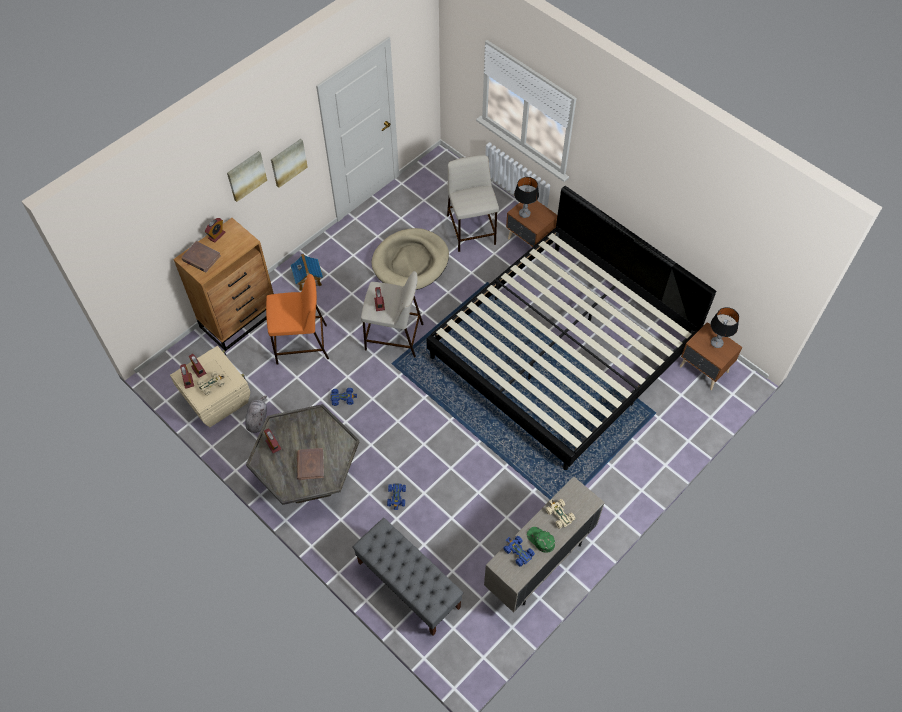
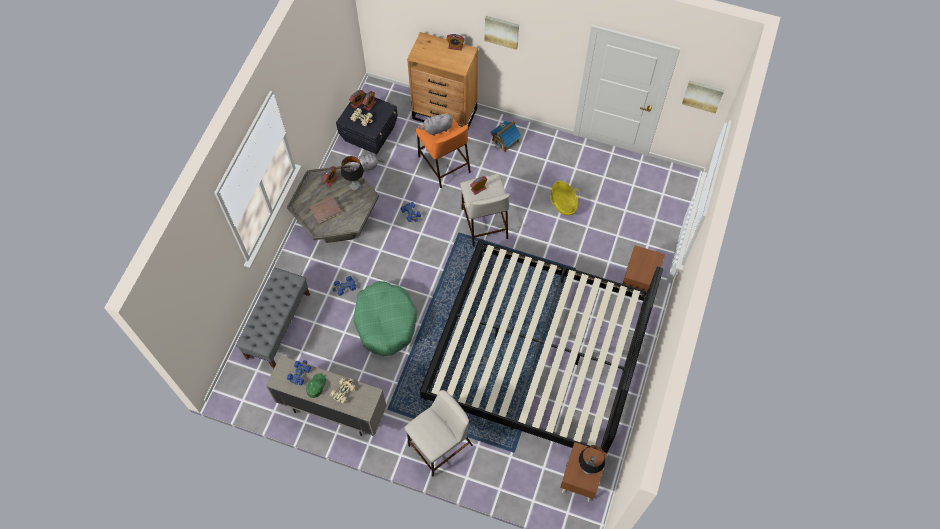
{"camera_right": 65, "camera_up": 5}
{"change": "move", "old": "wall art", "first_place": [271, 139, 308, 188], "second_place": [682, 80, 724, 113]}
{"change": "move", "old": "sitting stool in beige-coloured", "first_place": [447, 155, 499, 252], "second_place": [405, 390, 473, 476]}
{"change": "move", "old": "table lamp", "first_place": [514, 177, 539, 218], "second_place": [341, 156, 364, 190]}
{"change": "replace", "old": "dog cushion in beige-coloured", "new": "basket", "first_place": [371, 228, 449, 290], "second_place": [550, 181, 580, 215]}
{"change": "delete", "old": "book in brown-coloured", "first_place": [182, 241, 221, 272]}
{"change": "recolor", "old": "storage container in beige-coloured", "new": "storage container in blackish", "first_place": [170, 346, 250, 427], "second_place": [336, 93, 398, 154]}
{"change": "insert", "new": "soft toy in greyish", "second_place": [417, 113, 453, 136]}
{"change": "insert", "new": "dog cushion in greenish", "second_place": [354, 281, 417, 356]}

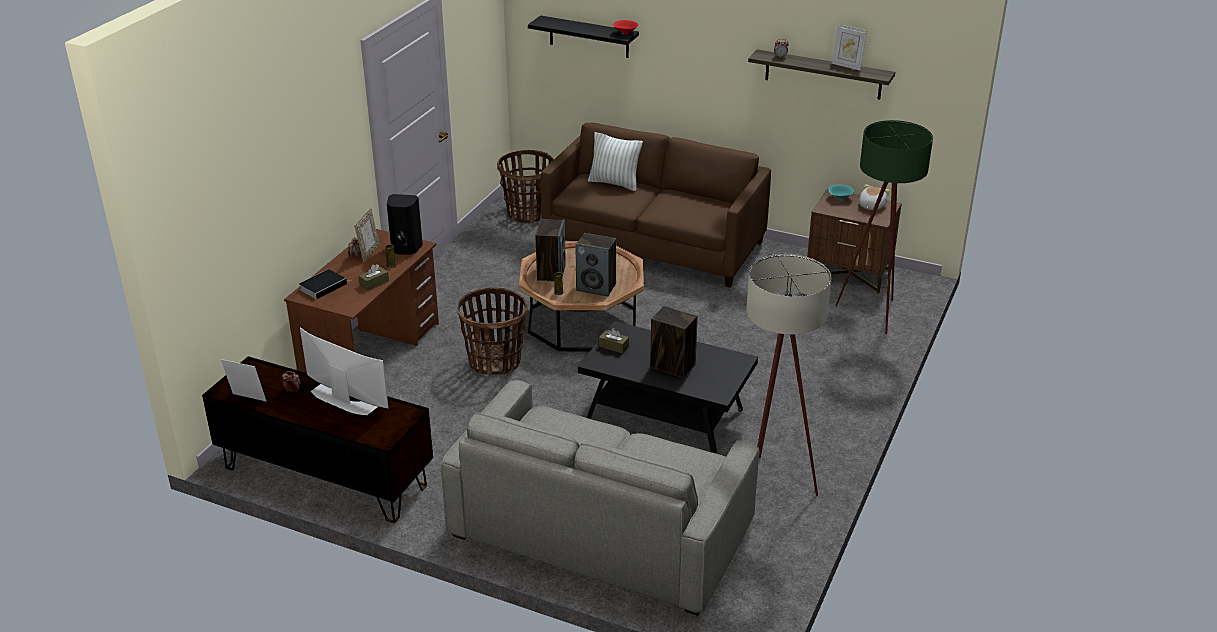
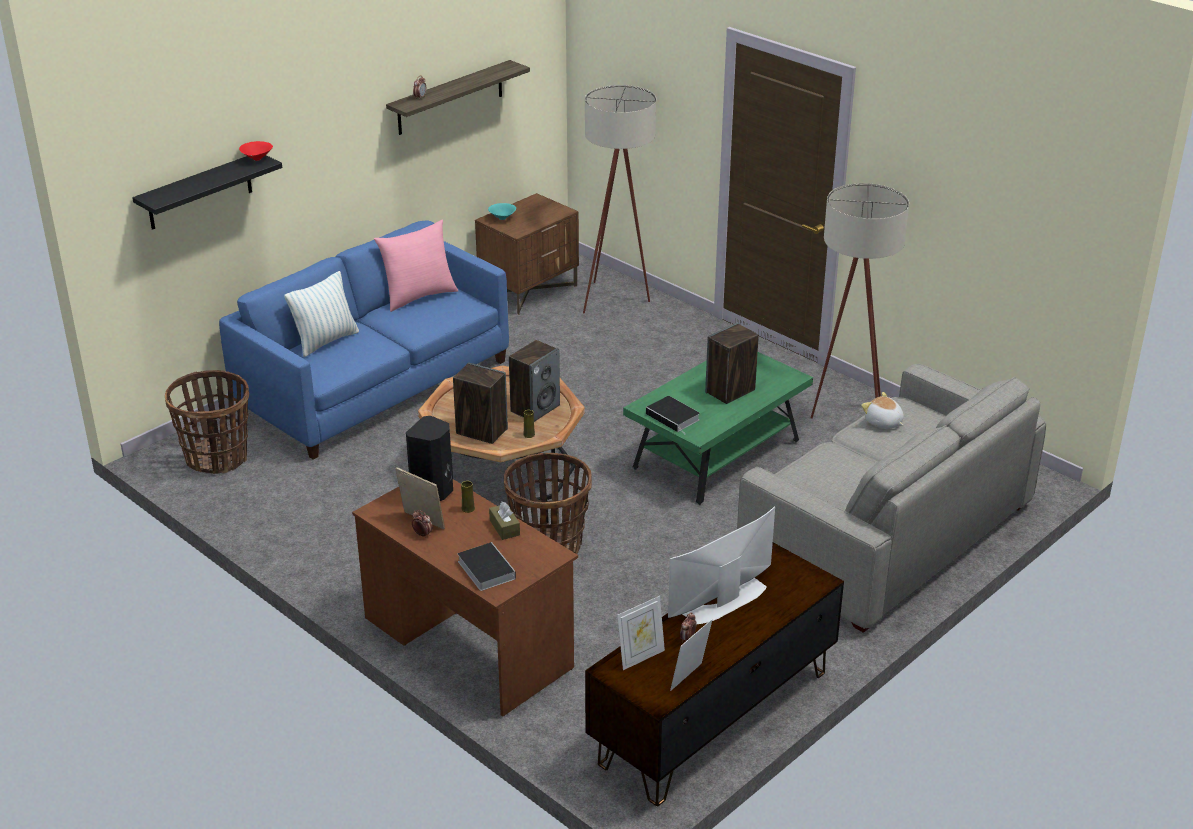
{"camera_right": -70, "camera_up": 0}
{"change": "move", "old": "photo frame", "first_place": [832, 24, 867, 70], "second_place": [617, 596, 665, 670]}
{"change": "recolor", "old": "standing lamp in greenish", "new": "standing lamp in beige-coloured", "first_place": [835, 120, 933, 334], "second_place": [583, 85, 656, 314]}
{"change": "recolor", "old": "sofa in brown-coloured", "new": "sofa in blue", "first_place": [541, 123, 771, 288], "second_place": [219, 220, 509, 460]}
{"change": "move", "old": "soft toy", "first_place": [859, 184, 890, 210], "second_place": [861, 392, 904, 429]}
{"change": "recolor", "old": "lounge table in blackish", "new": "lounge table in greenish", "first_place": [578, 321, 758, 454], "second_place": [623, 352, 813, 505]}
{"change": "replace", "old": "box of tissues in brown-coloured", "new": "book", "first_place": [599, 328, 629, 354], "second_place": [646, 396, 700, 434]}
{"change": "insert", "new": "cushion in pink", "second_place": [374, 220, 458, 312]}

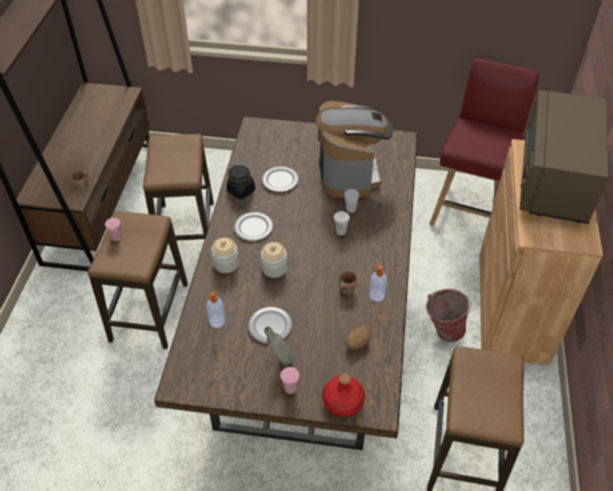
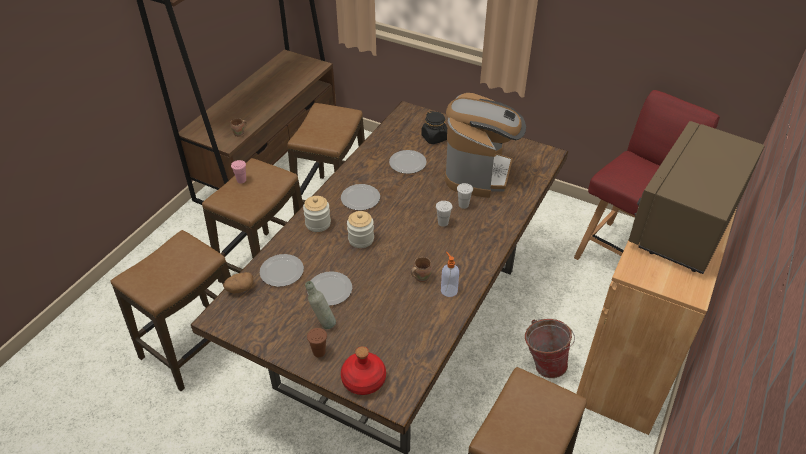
{"camera_right": 20, "camera_up": -5}
{"change": "move", "old": "storage jar in blackish", "first_place": [227, 165, 255, 199], "second_place": [421, 111, 447, 144]}
{"change": "replace", "old": "soap bottle", "new": "flat dish", "first_place": [206, 292, 226, 328], "second_place": [260, 254, 304, 287]}
{"change": "move", "old": "potato", "first_place": [345, 325, 371, 350], "second_place": [223, 272, 253, 293]}
{"change": "recolor", "old": "cup in pink", "new": "cup in brown-coloured", "first_place": [281, 367, 300, 394], "second_place": [307, 328, 327, 357]}
{"change": "insert", "new": "sitting stool", "second_place": [110, 230, 231, 391]}

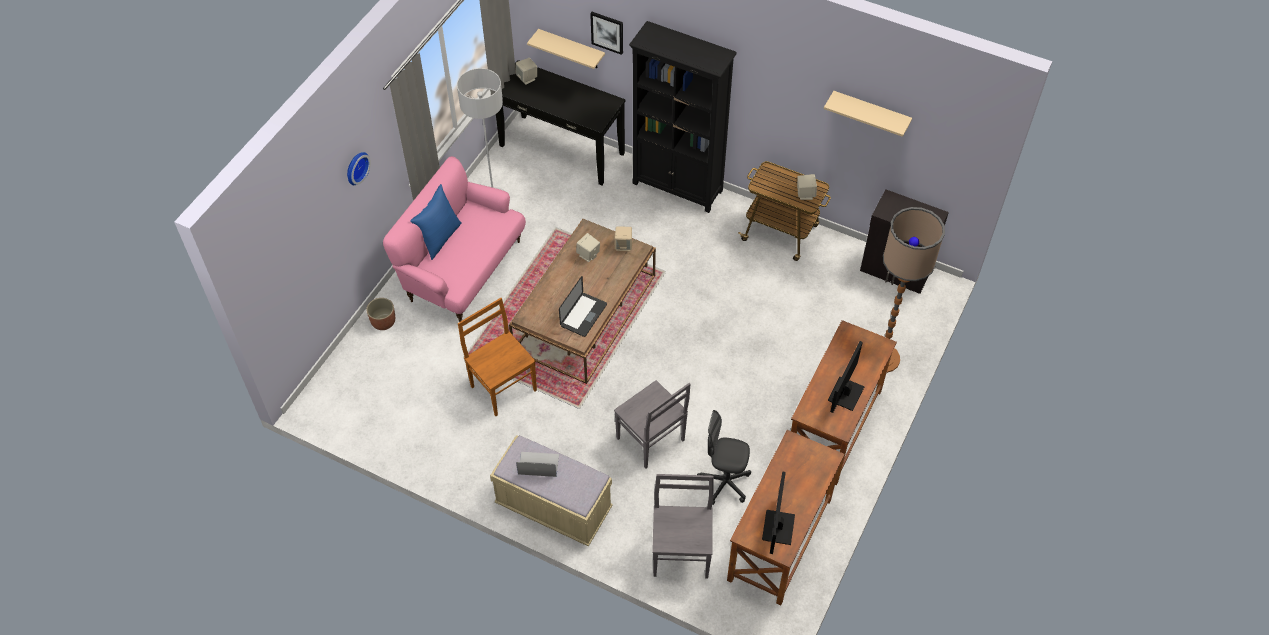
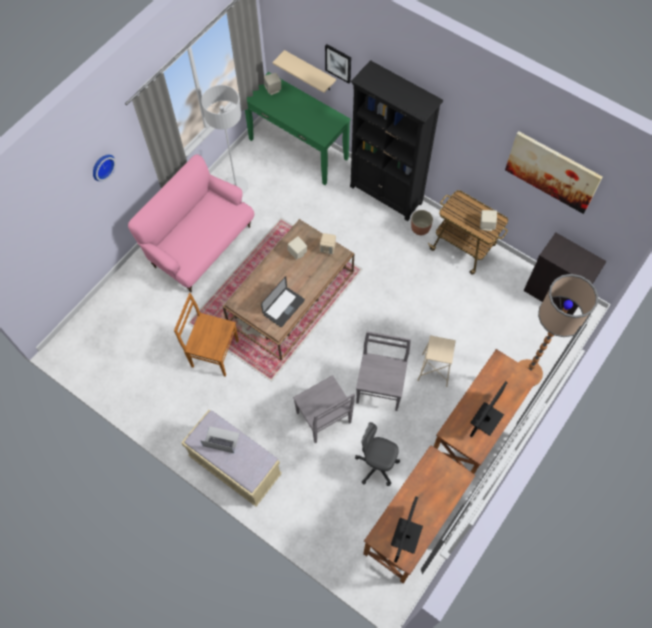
{"camera_right": 10, "camera_up": 10}
{"change": "recolor", "old": "hall table in blackish", "new": "hall table in greenish", "first_place": [496, 60, 625, 185], "second_place": [245, 72, 351, 185]}
{"change": "replace", "old": "bracket shelf in beige-coloured", "new": "wall art", "first_place": [824, 91, 912, 137], "second_place": [505, 131, 603, 214]}
{"change": "delete", "old": "cushion in blue", "first_place": [410, 184, 462, 260]}
{"change": "move", "old": "planter", "first_place": [367, 298, 395, 330], "second_place": [411, 210, 433, 235]}
{"change": "rotate", "old": "plain chair in brown-coloured", "first_place": [458, 298, 537, 416], "second_place": [174, 293, 239, 377], "degrees": -45}
{"change": "move", "old": "plain chair in greyish", "first_place": [652, 474, 714, 579], "second_place": [356, 331, 411, 411]}
{"change": "insert", "new": "sitting stool in beige-coloured", "second_place": [417, 335, 456, 387]}

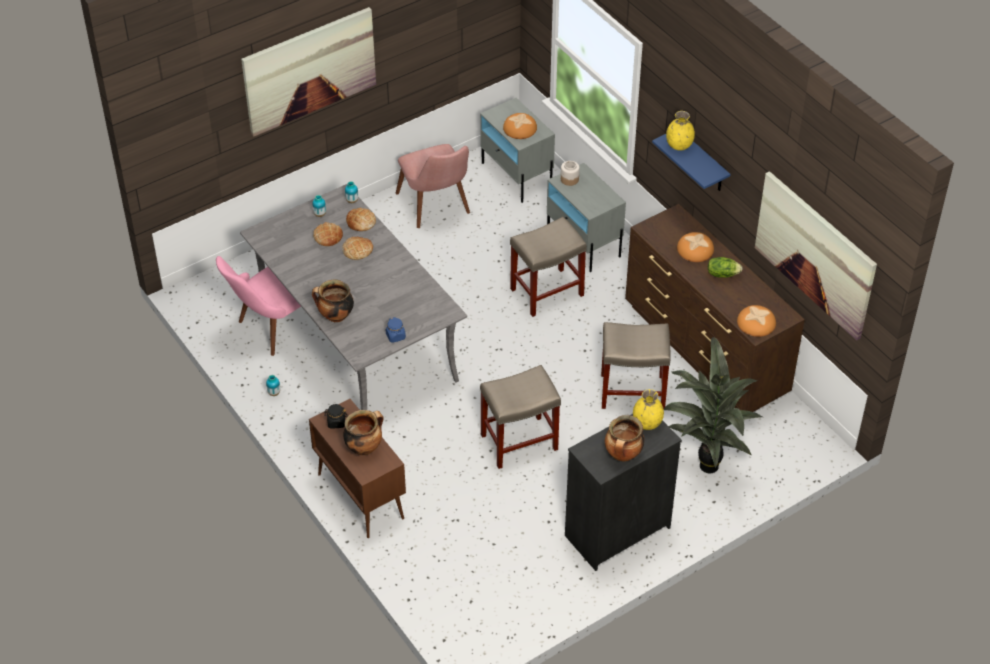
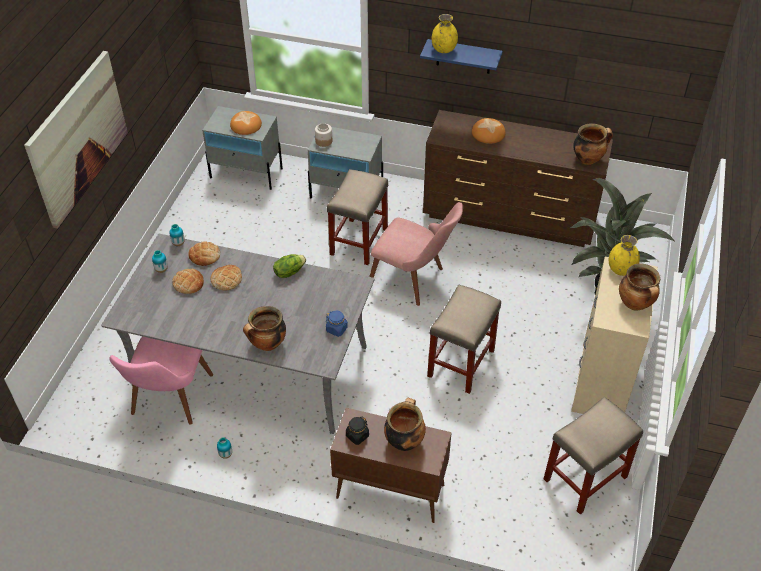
{"camera_right": -40, "camera_up": 0}
{"change": "move", "old": "plain chair in pink", "first_place": [396, 144, 470, 228], "second_place": [369, 202, 463, 306]}
{"change": "delete", "old": "wall art", "first_place": [755, 171, 877, 340]}
{"change": "move", "old": "lettuce", "first_place": [708, 257, 743, 278], "second_place": [273, 254, 306, 278]}
{"change": "replace", "old": "bread", "new": "stockpot", "first_place": [737, 305, 776, 337], "second_place": [573, 123, 613, 165]}
{"change": "move", "old": "sitting stool in beige-coloured", "first_place": [601, 322, 670, 409], "second_place": [544, 397, 643, 515]}
{"change": "recolor", "old": "drawer chest in blackish", "new": "drawer chest in beige-coloured", "first_place": [565, 414, 682, 571], "second_place": [571, 257, 658, 414]}

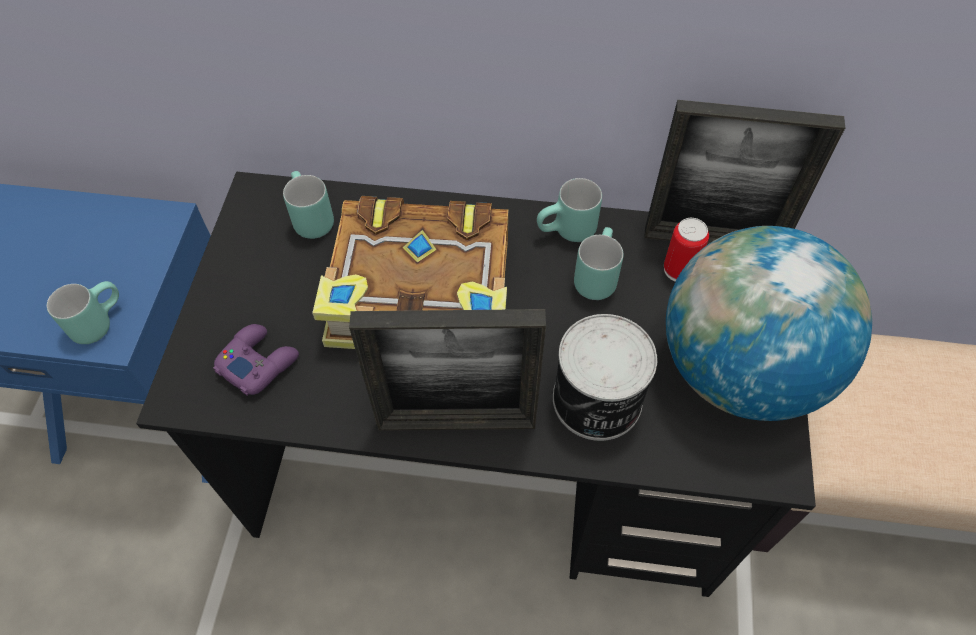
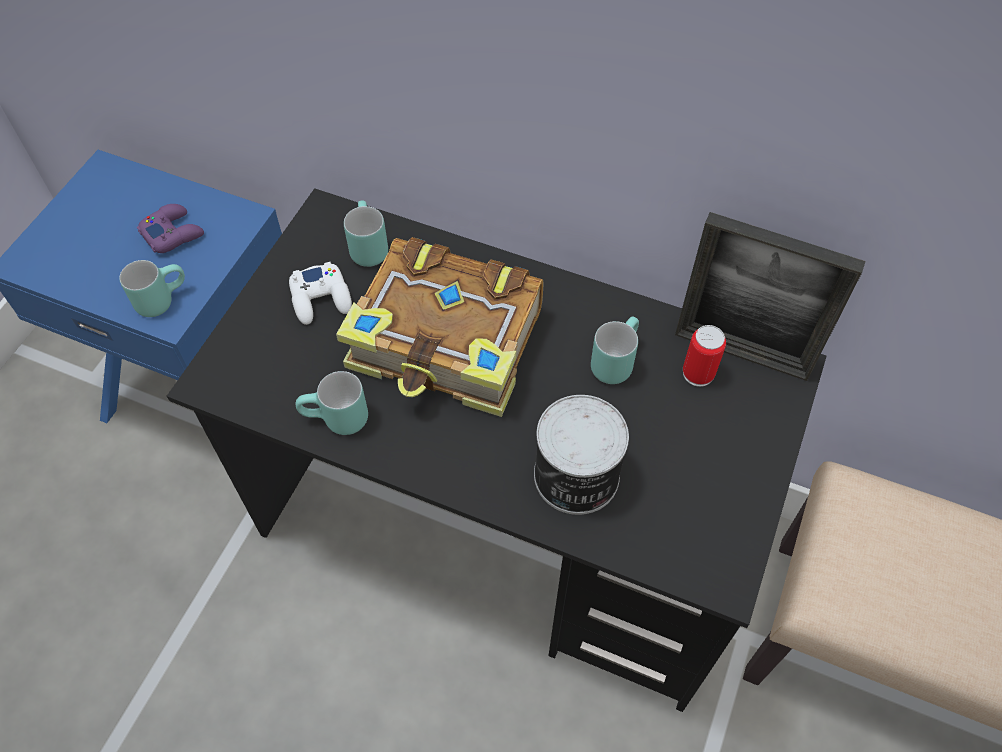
{"camera_right": 15, "camera_up": 0}
{"change": "move", "old": "mug in turquoise", "first_place": [537, 178, 602, 242], "second_place": [296, 371, 368, 435]}
{"change": "delete", "old": "world globe", "first_place": [666, 226, 872, 421]}
{"change": "delete", "old": "photo frame", "first_place": [349, 309, 546, 431]}
{"change": "move", "old": "game controller in purple", "first_place": [213, 324, 299, 396], "second_place": [137, 204, 204, 253]}
{"change": "insert", "new": "game controller in white-coloured", "second_place": [289, 262, 352, 325]}

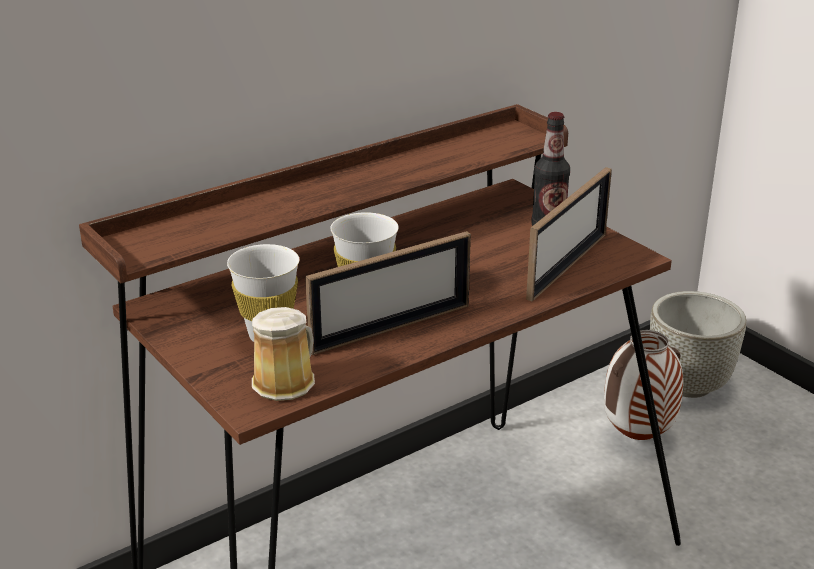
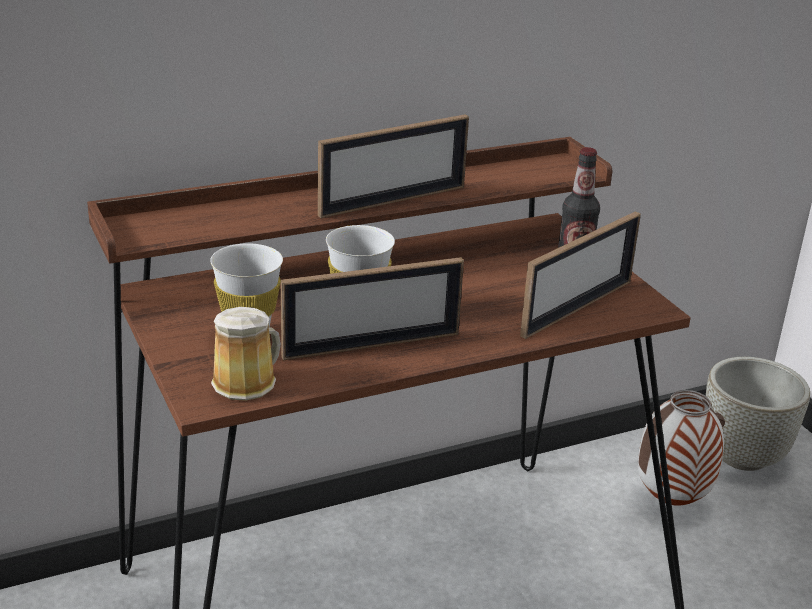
{"camera_right": 10, "camera_up": 0}
{"change": "insert", "new": "photo frame", "second_place": [318, 114, 469, 218]}

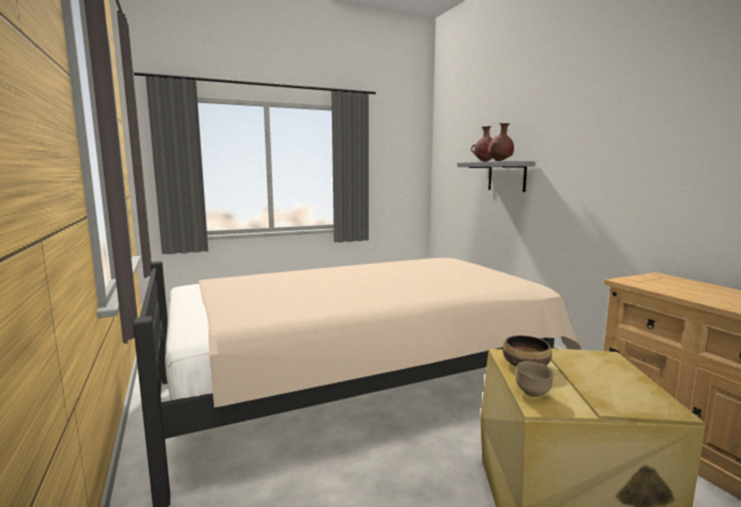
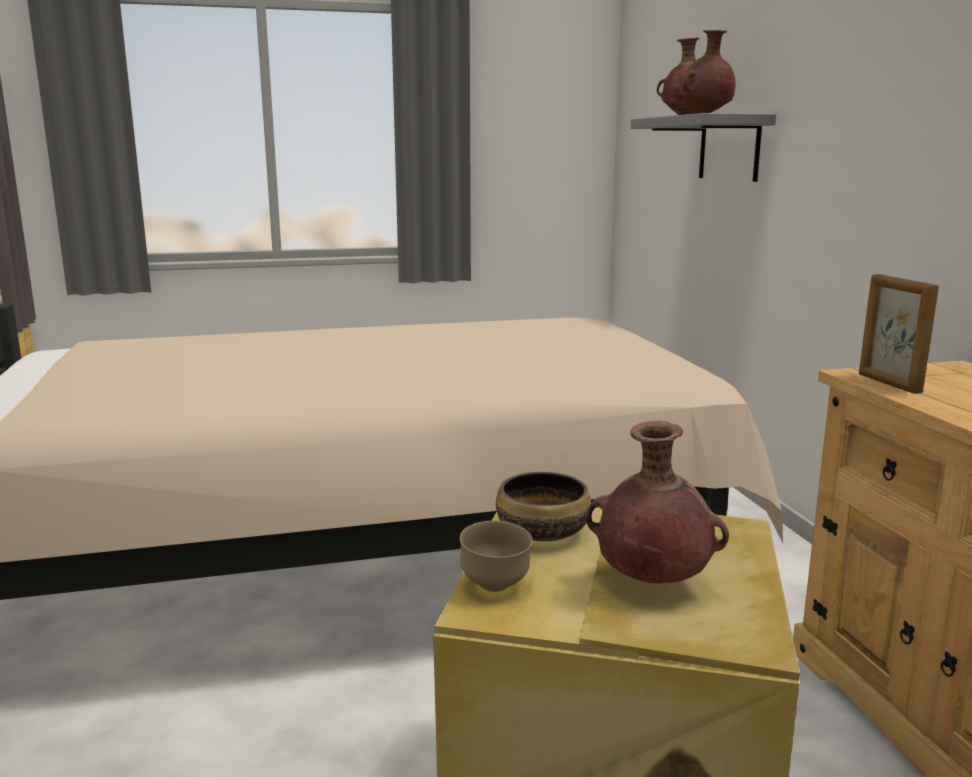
{"camera_right": 10, "camera_up": 5}
{"change": "insert", "new": "photo frame", "second_place": [859, 274, 938, 394]}
{"change": "insert", "new": "flower vase in brown-coloured", "second_place": [586, 420, 729, 583]}

